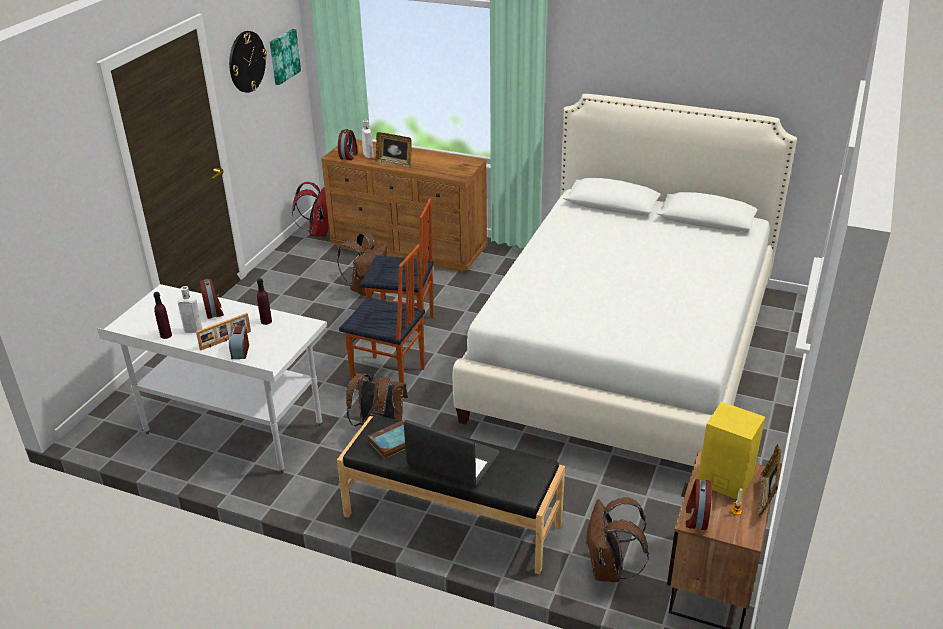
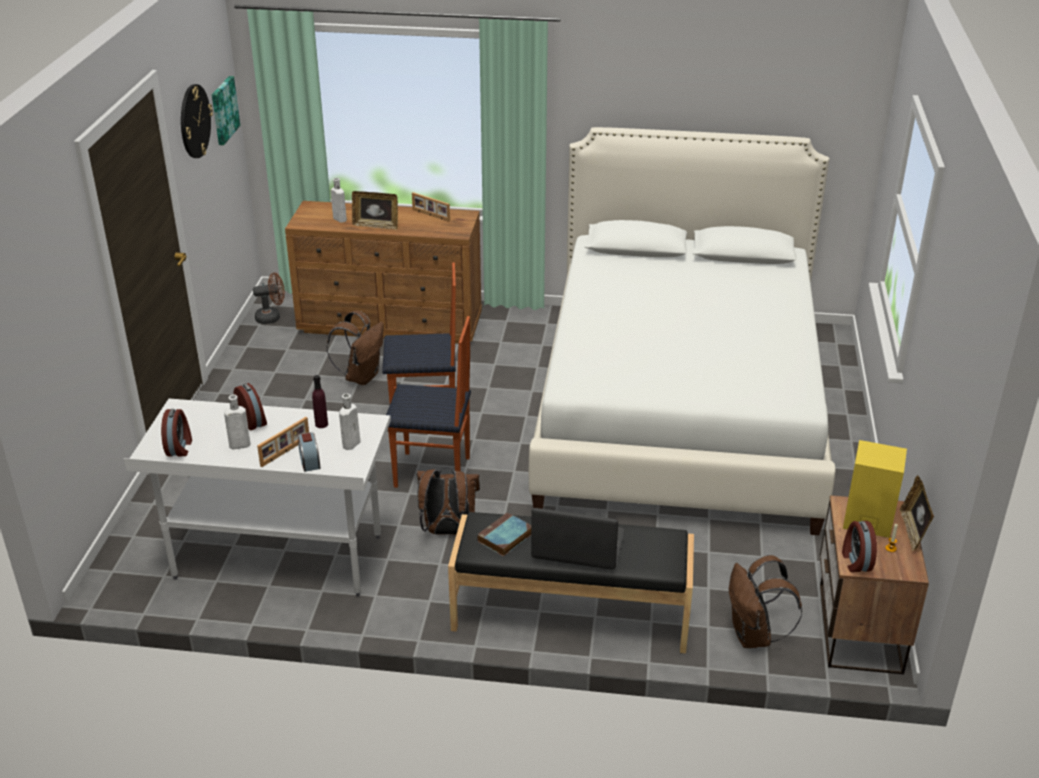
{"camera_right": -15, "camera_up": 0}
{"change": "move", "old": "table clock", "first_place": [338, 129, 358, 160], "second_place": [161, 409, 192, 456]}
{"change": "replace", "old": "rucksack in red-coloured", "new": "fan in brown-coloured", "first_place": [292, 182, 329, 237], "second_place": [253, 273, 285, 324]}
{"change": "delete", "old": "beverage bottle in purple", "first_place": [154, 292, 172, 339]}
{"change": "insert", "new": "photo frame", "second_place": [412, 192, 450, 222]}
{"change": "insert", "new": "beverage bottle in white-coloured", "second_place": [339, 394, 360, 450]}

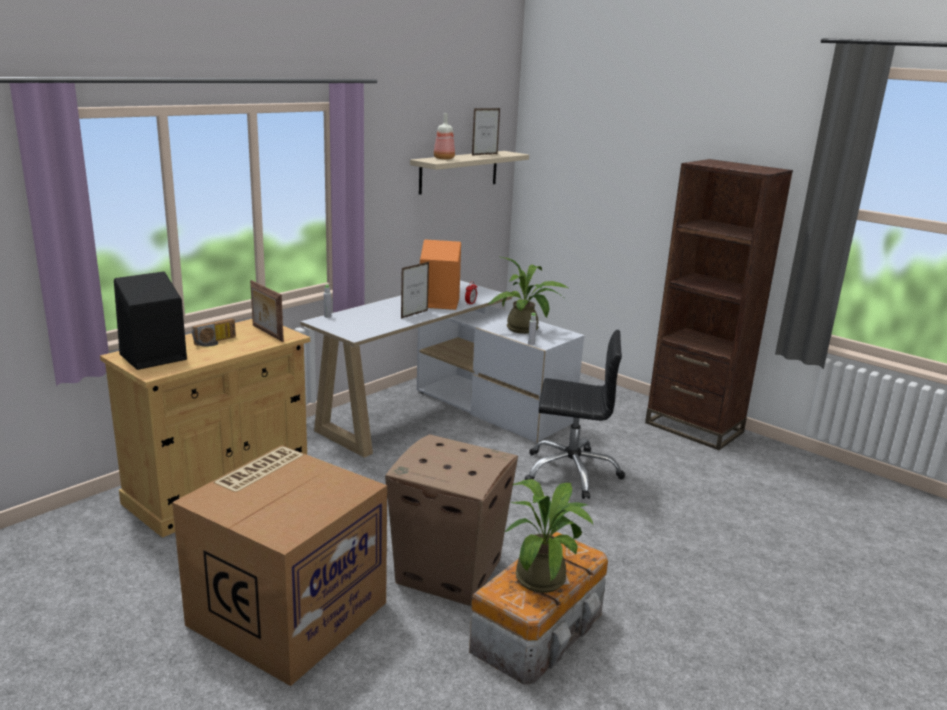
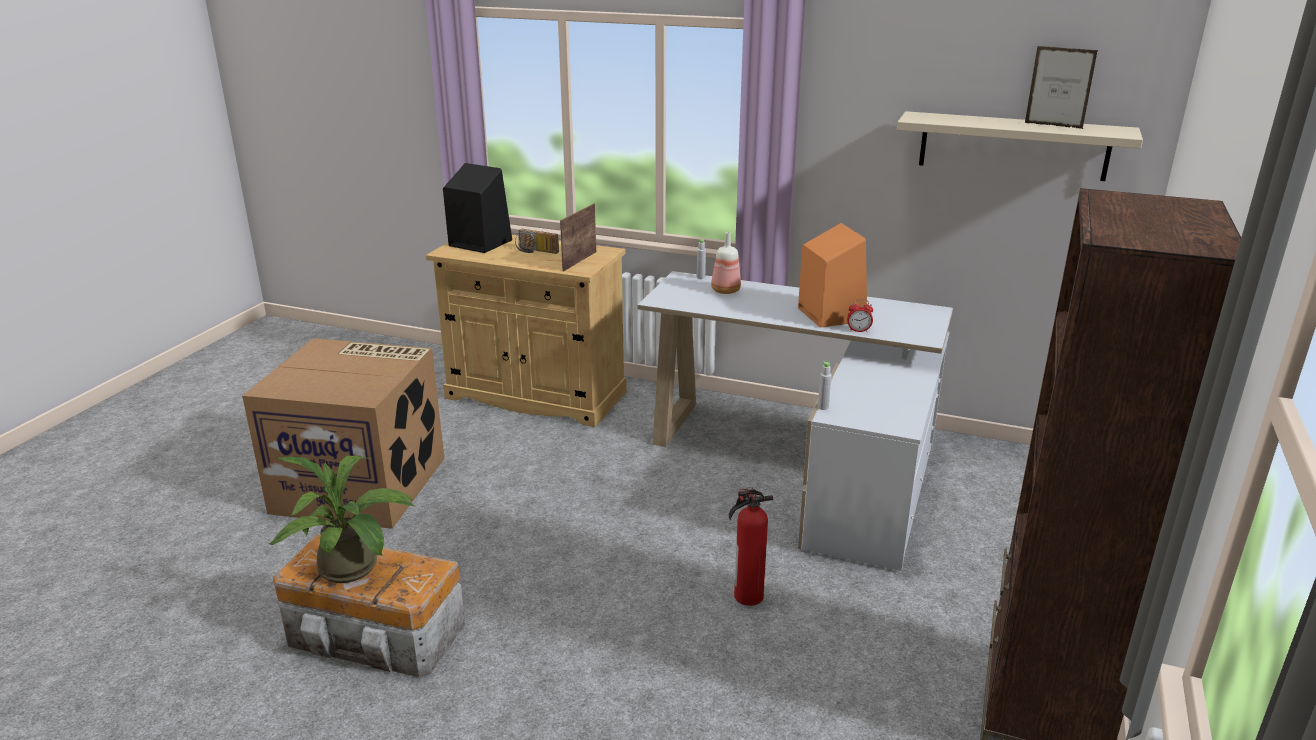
{"camera_right": 70, "camera_up": 5}
{"change": "move", "old": "beverage bottle", "first_place": [434, 113, 455, 160], "second_place": [711, 232, 741, 294]}
{"change": "delete", "old": "plant in a pot", "first_place": [488, 256, 568, 334]}
{"change": "delete", "old": "photo frame", "first_place": [401, 262, 429, 319]}
{"change": "replace", "old": "desk chair in blackish", "new": "fire extinguisher", "first_place": [525, 330, 625, 499], "second_place": [729, 487, 773, 606]}
{"change": "delete", "old": "cardboard box", "first_place": [385, 434, 518, 606]}

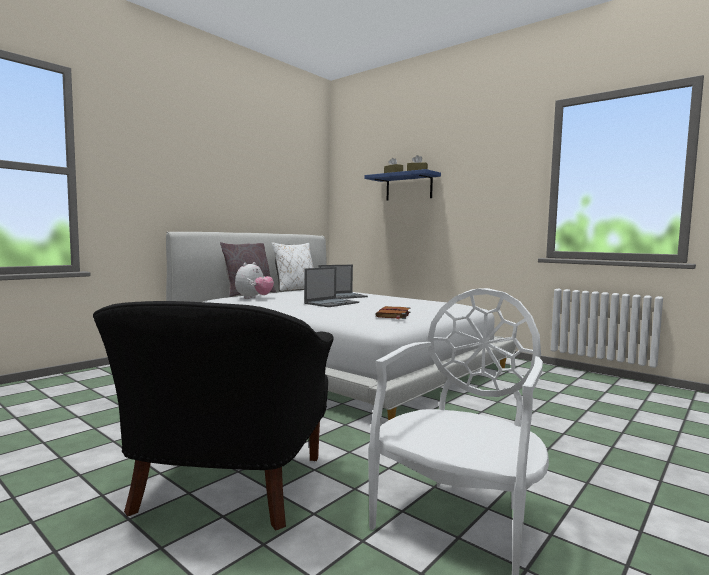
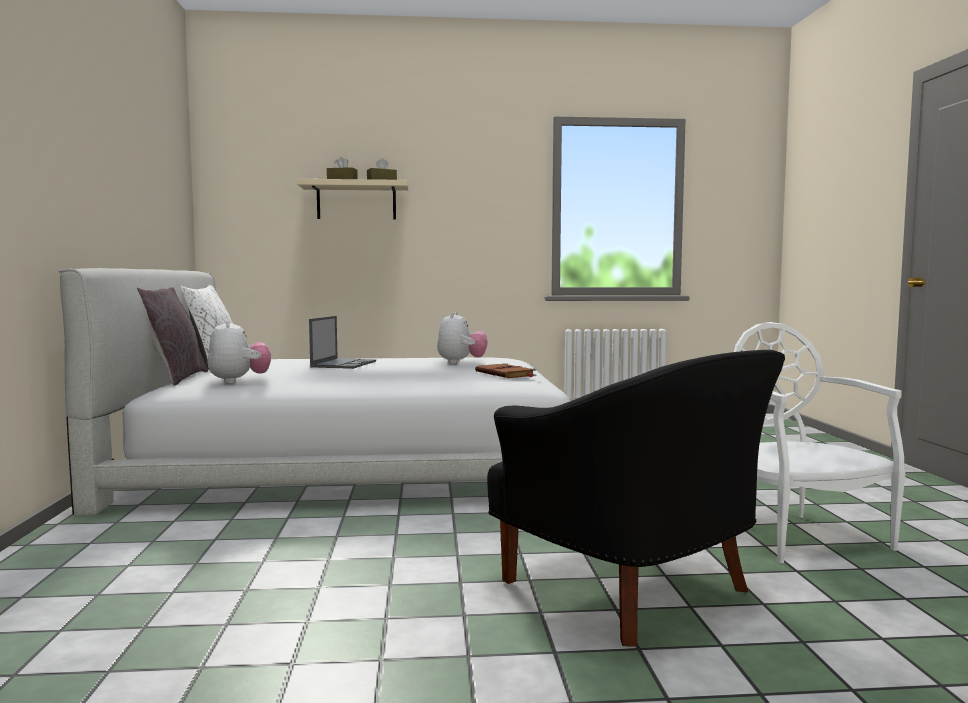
{"camera_right": -45, "camera_up": 0}
{"change": "recolor", "old": "bracket shelf in blue", "new": "bracket shelf in beige-coloured", "first_place": [365, 169, 441, 201], "second_place": [297, 179, 409, 219]}
{"change": "delete", "old": "notebook computer", "first_place": [304, 267, 359, 307]}
{"change": "insert", "new": "soft toy", "second_place": [437, 312, 487, 364]}

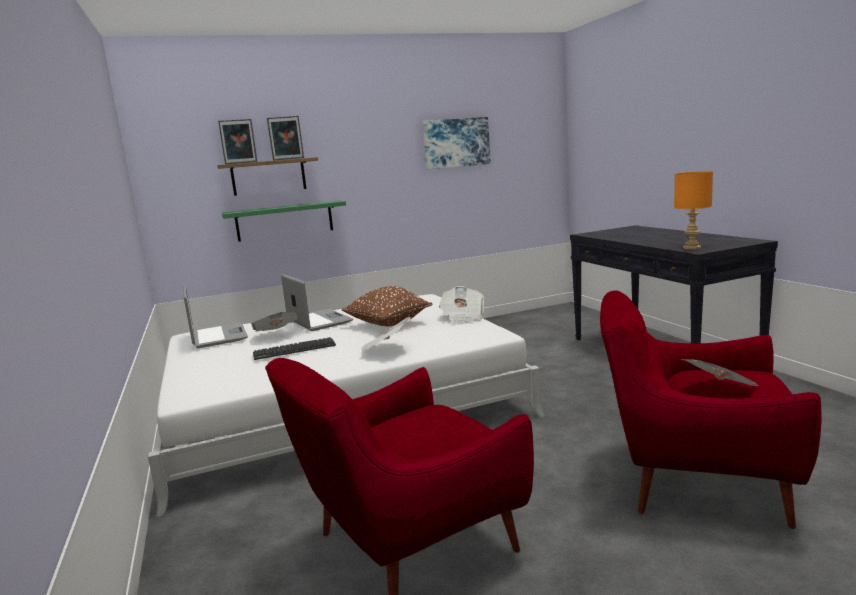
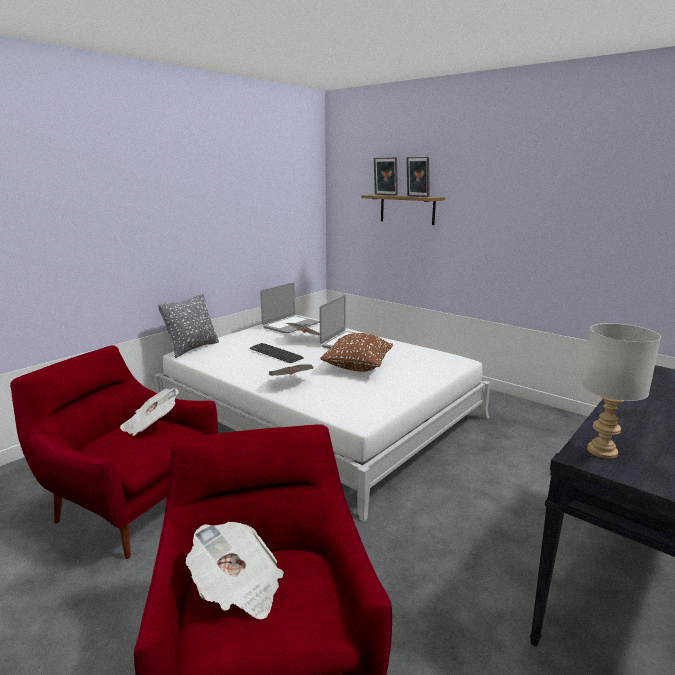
{"camera_right": 60, "camera_up": 5}
{"change": "delete", "old": "wall art", "first_place": [422, 117, 491, 169]}
{"change": "recolor", "old": "table lamp in orange", "new": "table lamp in greyish", "first_place": [674, 171, 713, 250], "second_place": [581, 323, 661, 459]}
{"change": "delete", "old": "bracket shelf in greenish", "first_place": [222, 200, 346, 242]}
{"change": "move", "old": "printed paper", "first_place": [439, 286, 484, 325], "second_place": [120, 388, 179, 436]}
{"change": "insert", "new": "cushion in greyish", "second_place": [158, 294, 219, 358]}

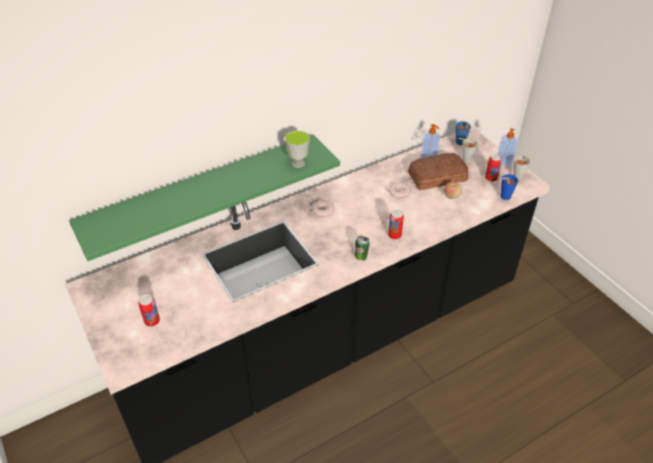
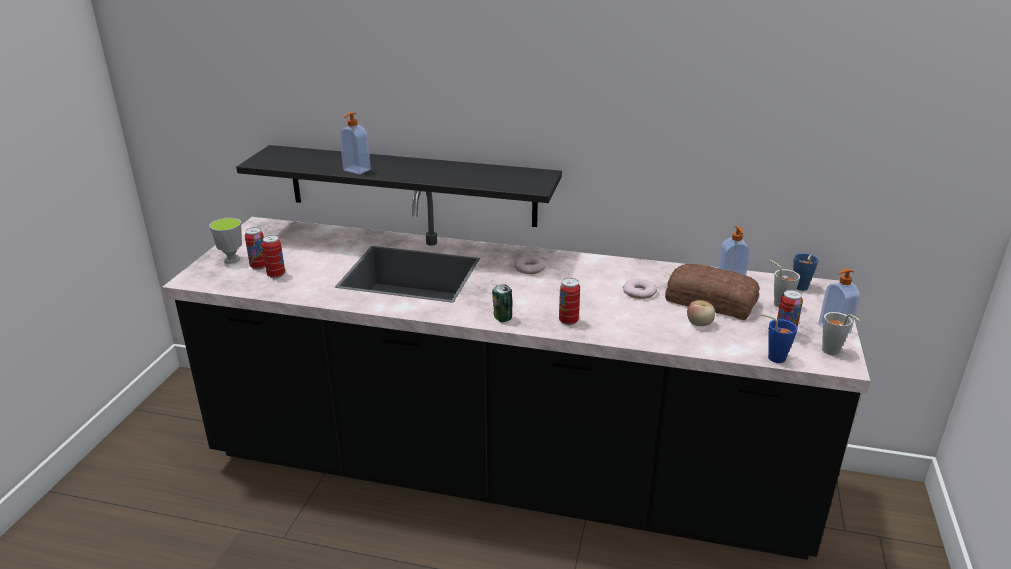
{"camera_right": 45, "camera_up": -15}
{"change": "move", "old": "cup", "first_place": [285, 131, 310, 168], "second_place": [209, 218, 242, 264]}
{"change": "recolor", "old": "bracket shelf in greenish", "new": "bracket shelf in blackish", "first_place": [69, 135, 340, 261], "second_place": [236, 145, 562, 227]}
{"change": "insert", "new": "soap bottle", "second_place": [340, 112, 371, 174]}
{"change": "insert", "new": "can", "second_place": [262, 235, 285, 278]}

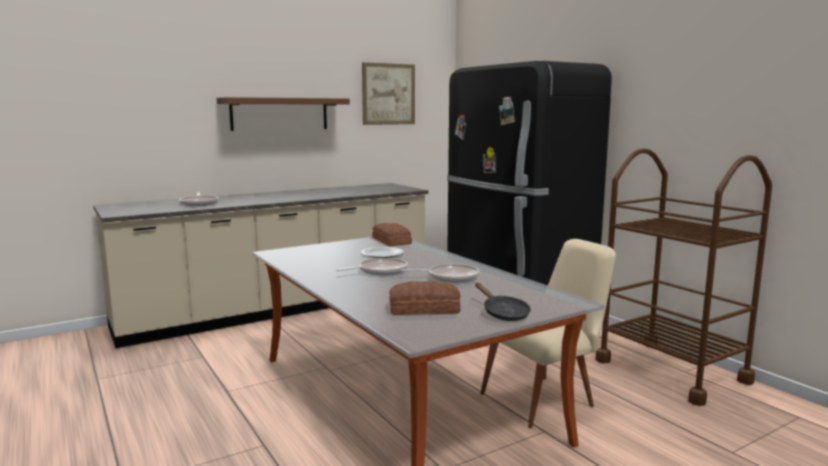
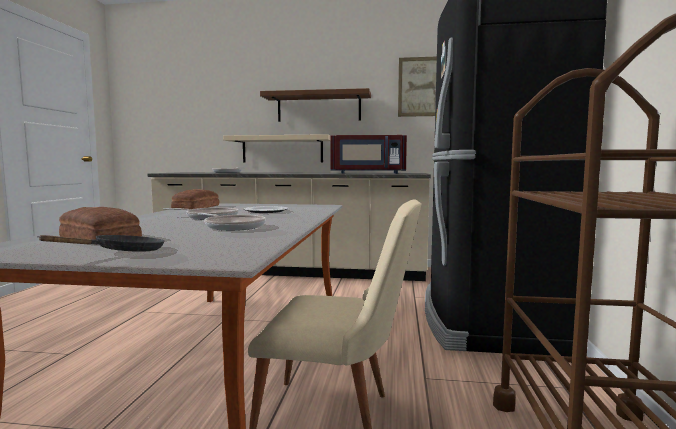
{"camera_right": 40, "camera_up": -5}
{"change": "move", "old": "bread", "first_place": [372, 223, 412, 246], "second_place": [171, 189, 219, 210]}
{"change": "rotate", "old": "frying pan in blackish", "first_place": [475, 283, 531, 321], "second_place": [37, 235, 164, 252], "degrees": -150}
{"change": "insert", "new": "bracket shelf in beige-coloured", "second_place": [223, 134, 330, 163]}
{"change": "insert", "new": "kitchen microwave in red-coloured", "second_place": [330, 135, 407, 174]}

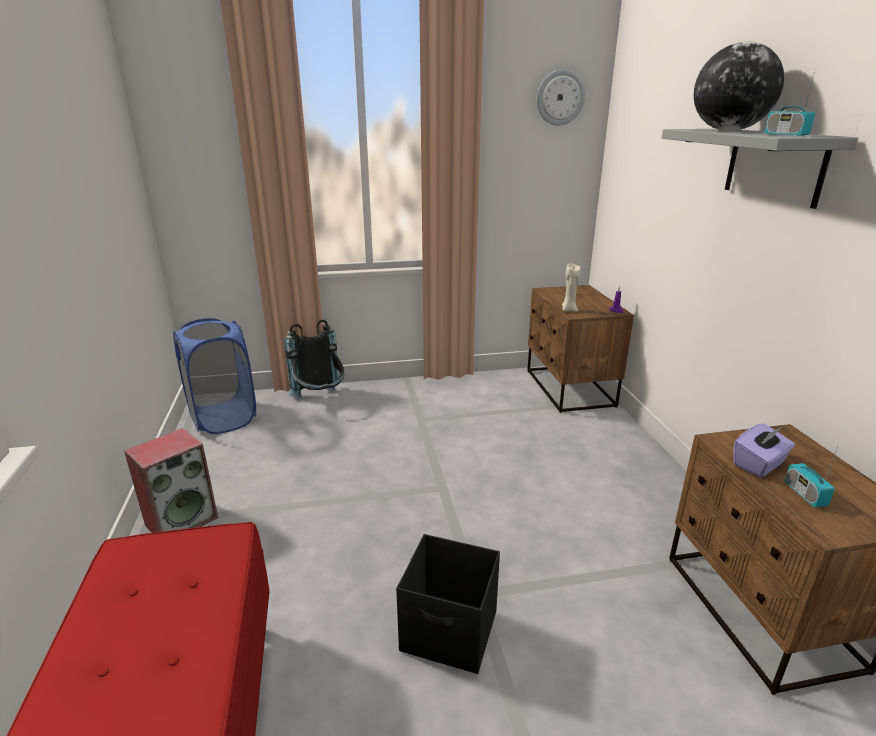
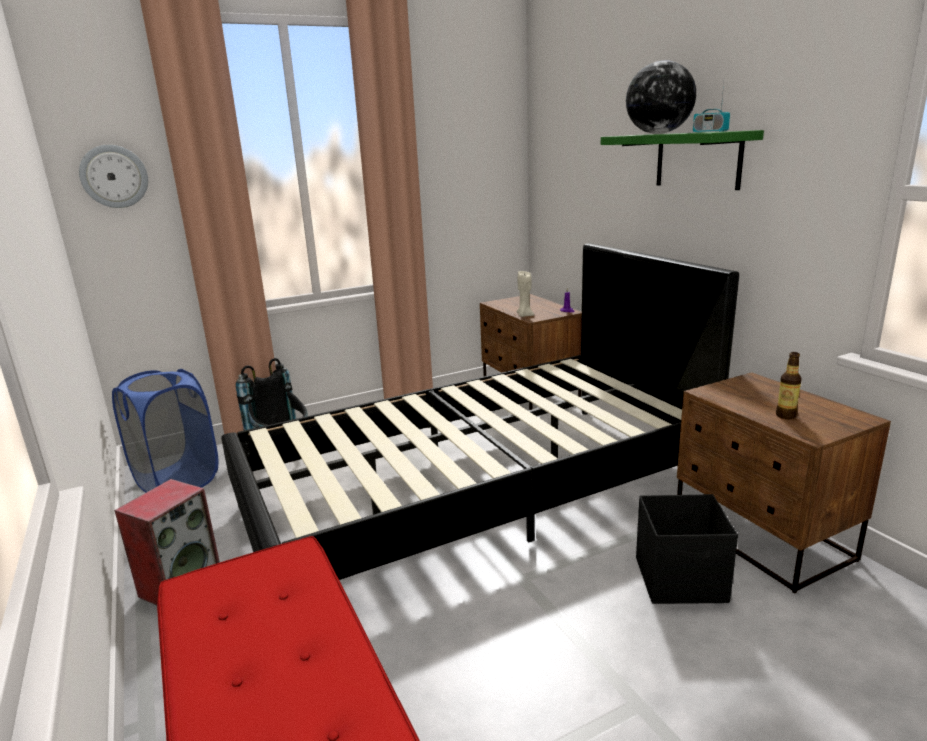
{"camera_right": -15, "camera_up": -5}
{"change": "move", "old": "hanging clock", "first_place": [537, 69, 585, 126], "second_place": [79, 145, 148, 208]}
{"change": "recolor", "old": "bracket shelf in greyish", "new": "bracket shelf in greenish", "first_place": [662, 129, 858, 209], "second_place": [601, 130, 764, 190]}
{"change": "delete", "old": "box of tissues in purple", "first_place": [733, 424, 795, 477]}
{"change": "replace", "old": "radio set", "new": "beverage bottle", "first_place": [785, 444, 839, 507], "second_place": [776, 352, 802, 419]}
{"change": "move", "old": "storage container in blackish", "first_place": [396, 534, 500, 674], "second_place": [636, 494, 738, 604]}
{"change": "insert", "new": "bed in blackish", "second_place": [221, 243, 739, 580]}

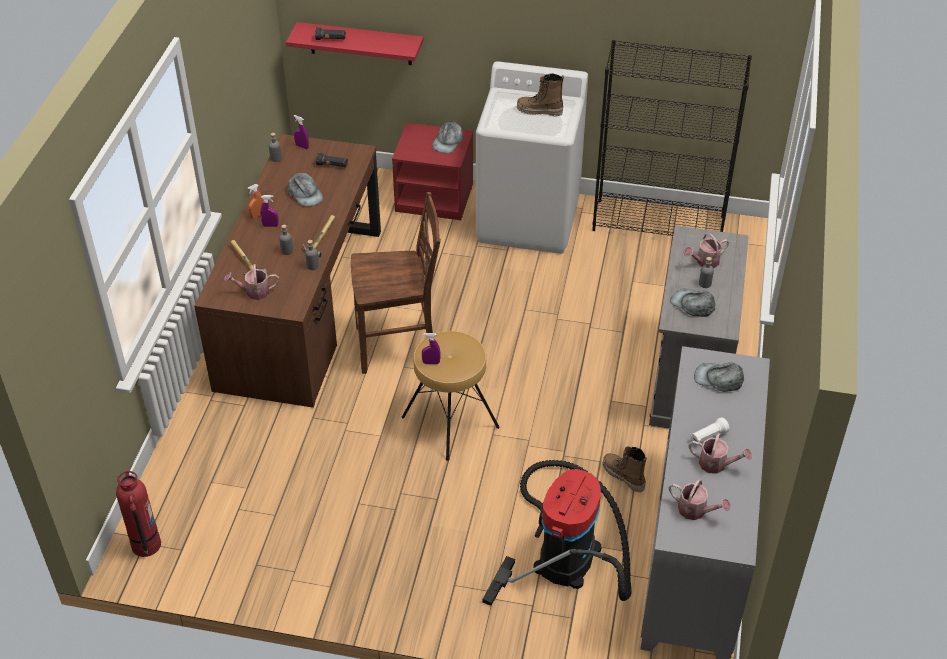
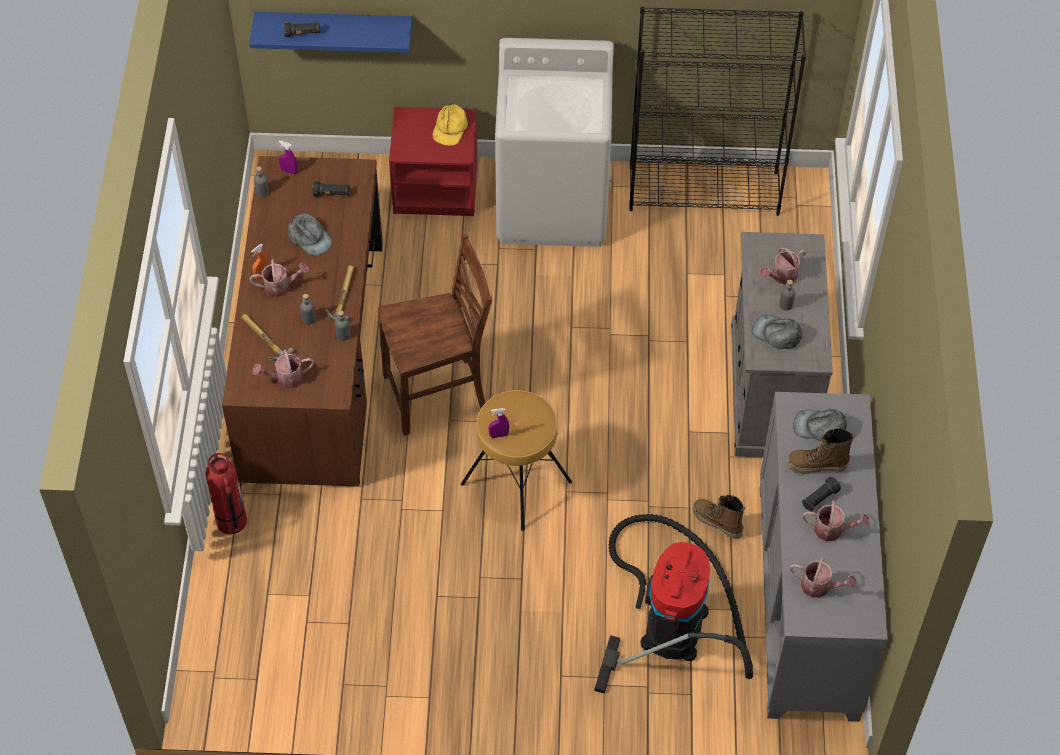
{"camera_right": -10, "camera_up": 10}
{"change": "recolor", "old": "bracket shelf in red-coloured", "new": "bracket shelf in blue", "first_place": [286, 22, 424, 65], "second_place": [249, 12, 412, 53]}
{"change": "move", "old": "high-top boot", "first_place": [517, 73, 564, 116], "second_place": [786, 428, 855, 474]}
{"change": "recolor", "old": "baseball cap in greyish", "new": "baseball cap in yellow", "first_place": [432, 121, 463, 153], "second_place": [433, 103, 468, 146]}
{"change": "replace", "old": "hand sprayer in purple", "new": "watering pot", "first_place": [260, 195, 279, 227], "second_place": [250, 259, 309, 298]}
{"change": "recolor", "old": "hand torch in white-coloured", "new": "hand torch in blackish", "first_place": [691, 417, 730, 445], "second_place": [802, 477, 841, 511]}
{"change": "move", "old": "fire extinguisher", "first_place": [116, 471, 161, 557], "second_place": [205, 453, 247, 534]}

